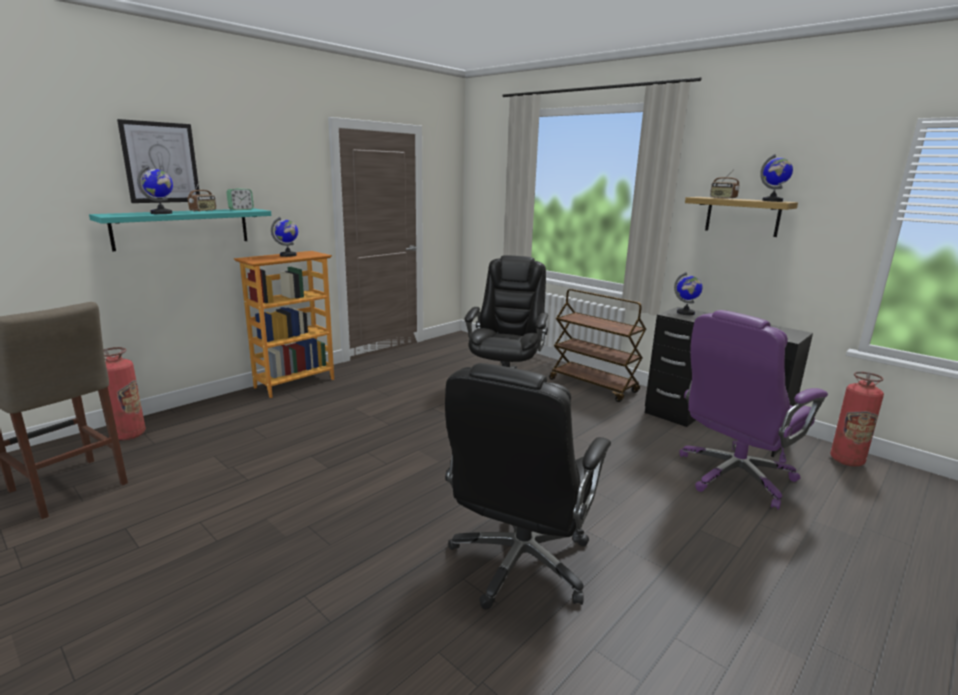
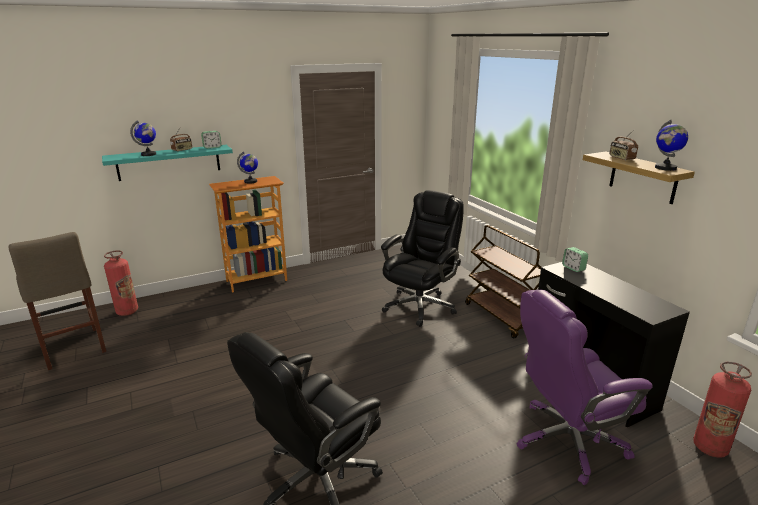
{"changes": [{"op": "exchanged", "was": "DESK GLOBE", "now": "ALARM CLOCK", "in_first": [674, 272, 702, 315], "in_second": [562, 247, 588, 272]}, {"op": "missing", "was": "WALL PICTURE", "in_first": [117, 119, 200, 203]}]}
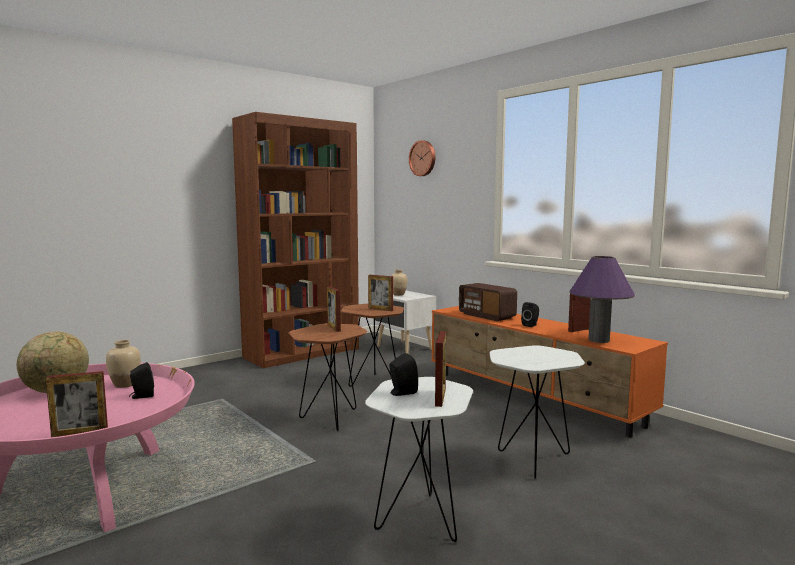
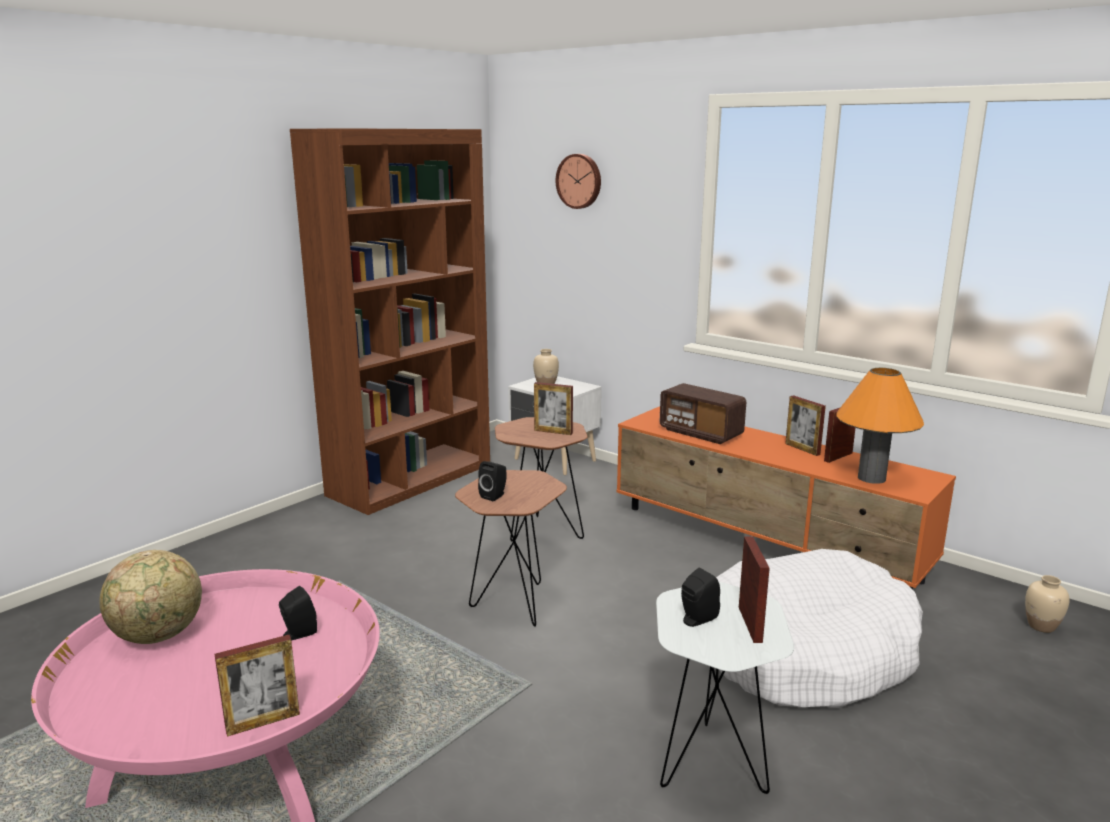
{"changes": [{"op": "relocated", "was": "BLACK-COLOURED SPEAKER", "in_first": [521, 302, 539, 327], "in_second": [478, 461, 507, 501]}, {"op": "exchanged", "was": "WHITE-COLOURED END TABLE", "now": "WHITE-COLOURED DOG CUSHION", "in_first": [490, 346, 585, 479], "in_second": [716, 549, 923, 708]}, {"op": "relocated", "was": "STANDING FRAME", "in_first": [327, 286, 341, 332], "in_second": [785, 395, 826, 456]}, {"op": "colour", "was": "PURPLE TABLETOP LAMP", "now": "ORANGE-COLOURED TABLETOP LAMP", "in_first": [569, 256, 635, 343], "in_second": [836, 368, 924, 484]}, {"op": "relocated", "was": "BEIGE-COLOURED FLOWER VASE", "in_first": [106, 340, 141, 388], "in_second": [1025, 575, 1069, 633]}]}
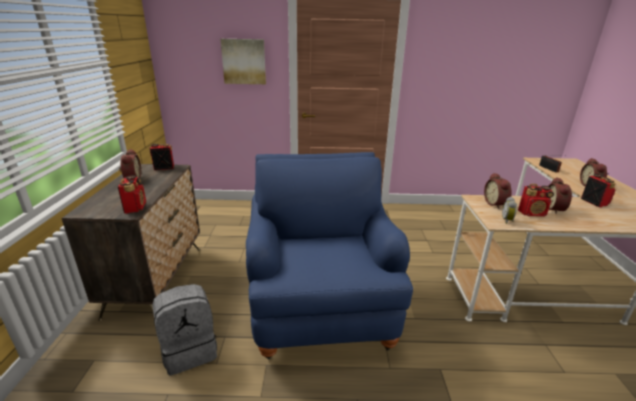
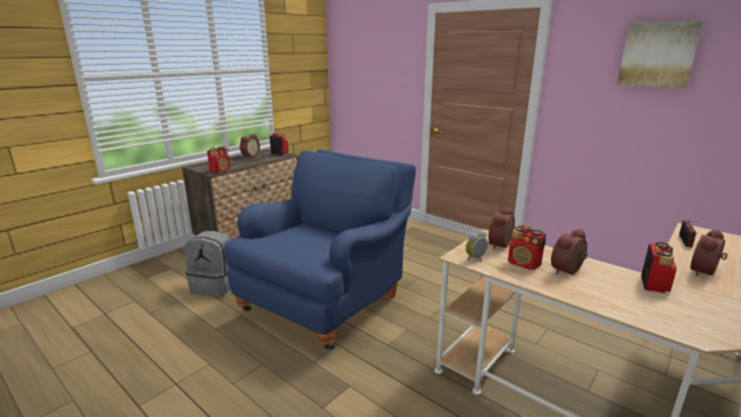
{"changes": [{"op": "relocated", "was": "WALL PICTURE", "in_first": [220, 39, 266, 84], "in_second": [617, 21, 703, 88]}]}
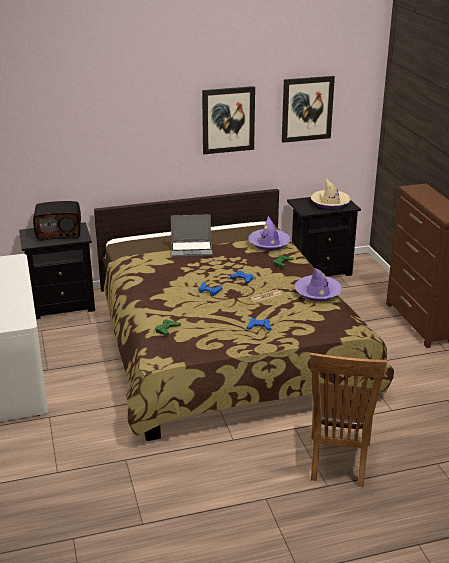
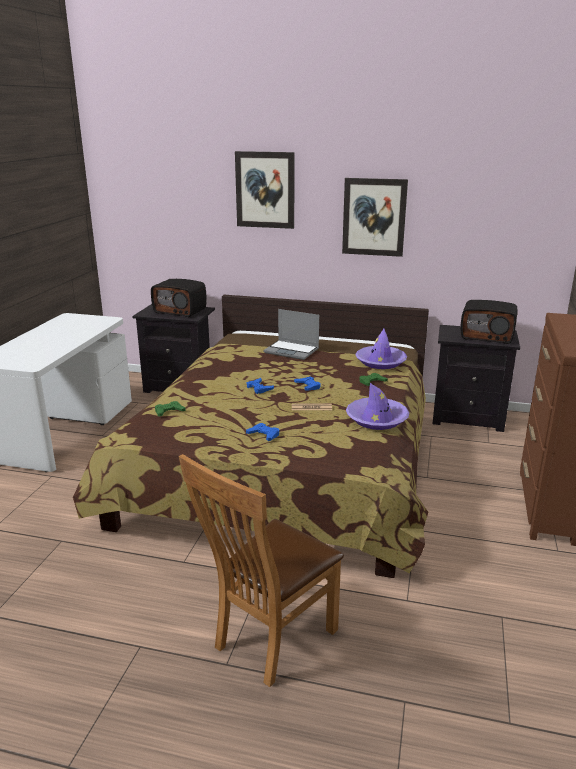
{"changes": [{"op": "relocated", "was": "WALL PICTURE", "in_first": [282, 76, 335, 143], "in_second": [235, 151, 295, 229]}, {"op": "exchanged", "was": "BEIGE-COLOURED WEARABLE HAT", "now": "RADIO RECEIVER", "in_first": [311, 179, 351, 209], "in_second": [460, 300, 517, 344]}]}
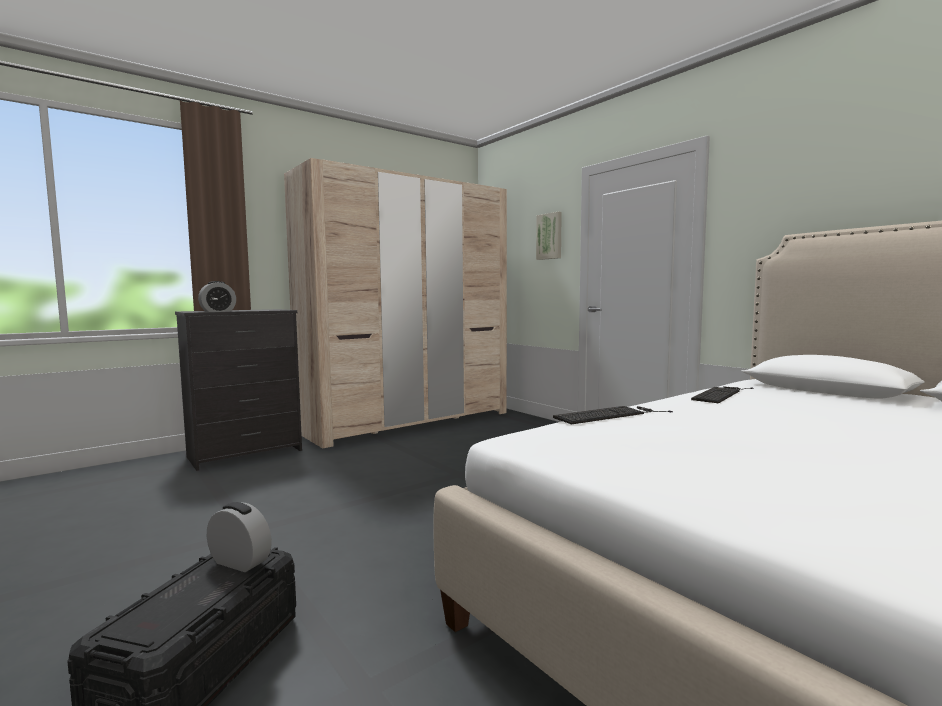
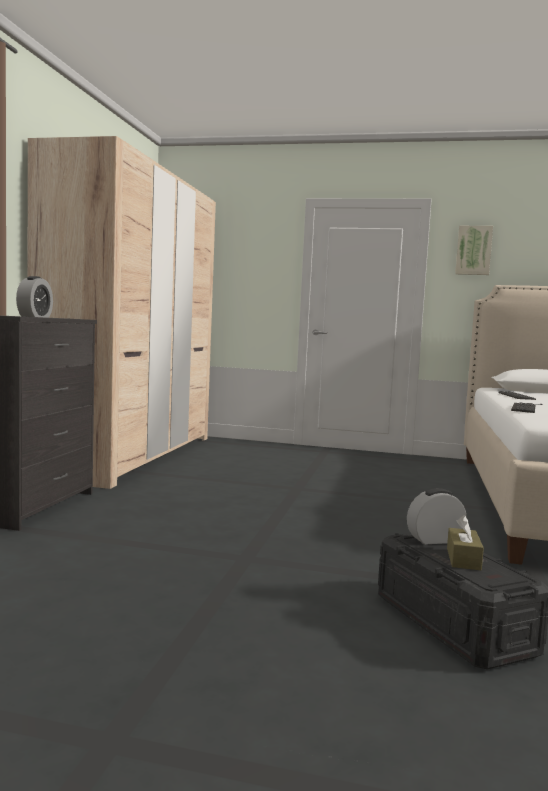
{"changes": [{"op": "appeared", "now": "BROWN TISSUE BOX", "in_second": [447, 515, 484, 570]}, {"op": "relocated", "was": "WALL PICTURE", "in_first": [536, 212, 562, 260], "in_second": [455, 226, 493, 275]}]}
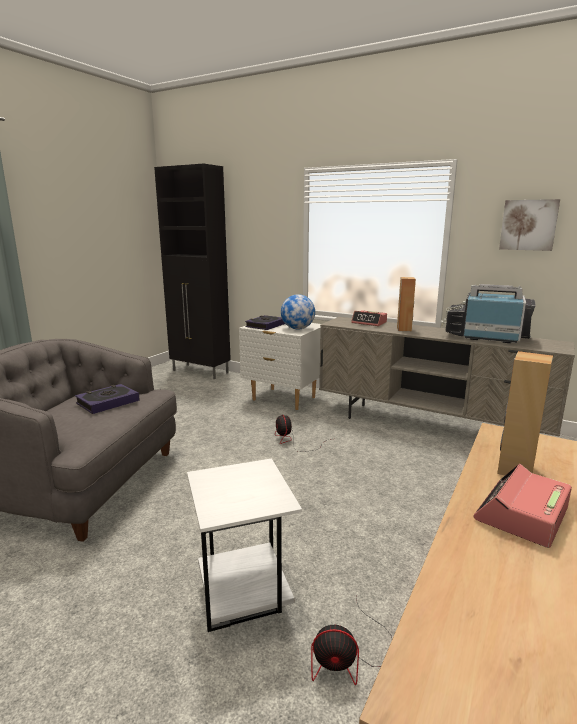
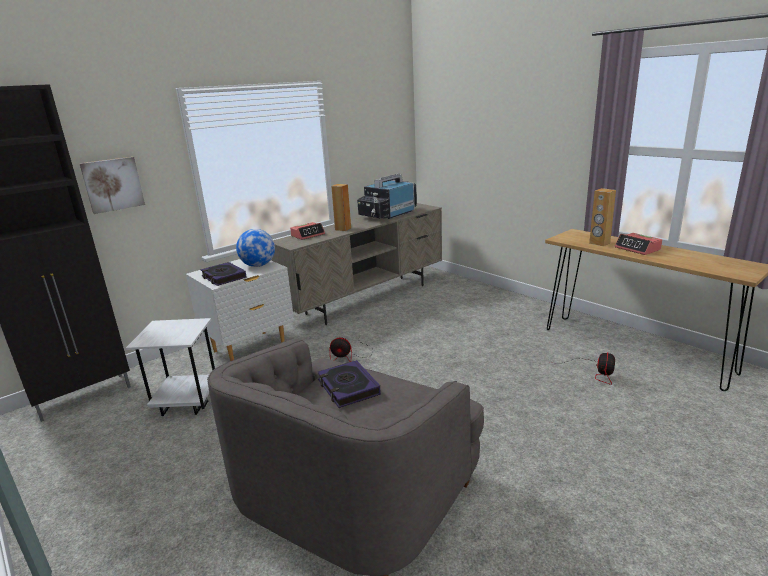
{"changes": [{"op": "relocated", "was": "WALL PICTURE", "in_first": [499, 199, 560, 251], "in_second": [79, 157, 145, 214]}, {"op": "relocated", "was": "WHITE-COLOURED END TABLE", "in_first": [187, 458, 302, 632], "in_second": [126, 318, 215, 416]}]}
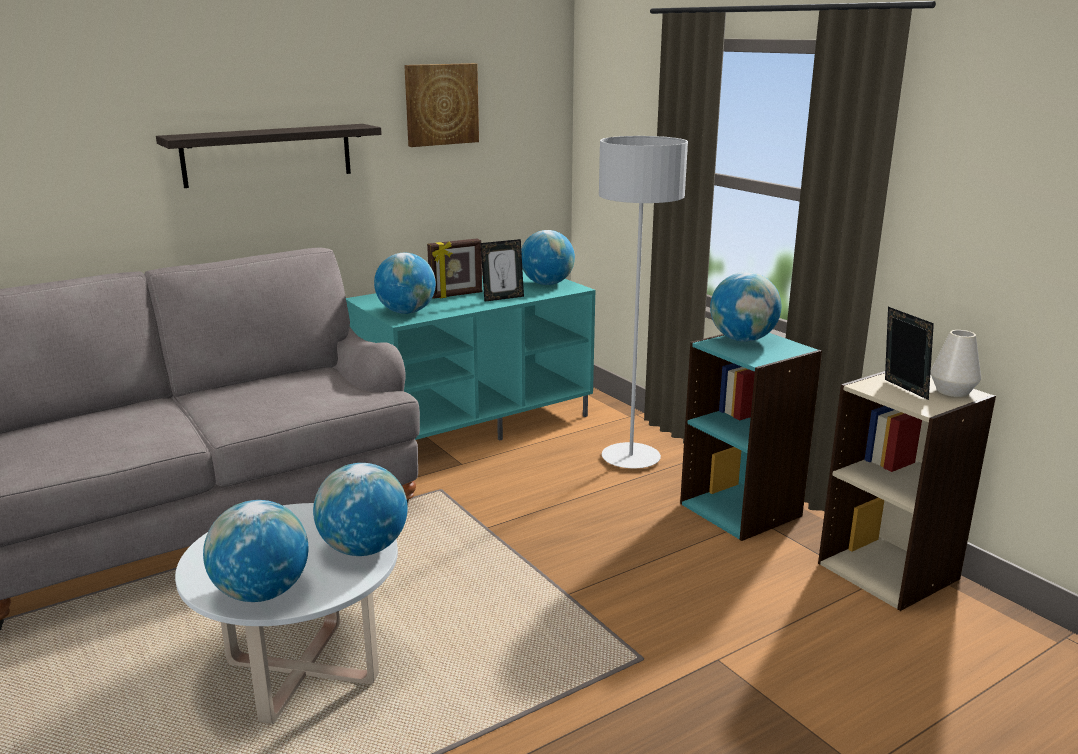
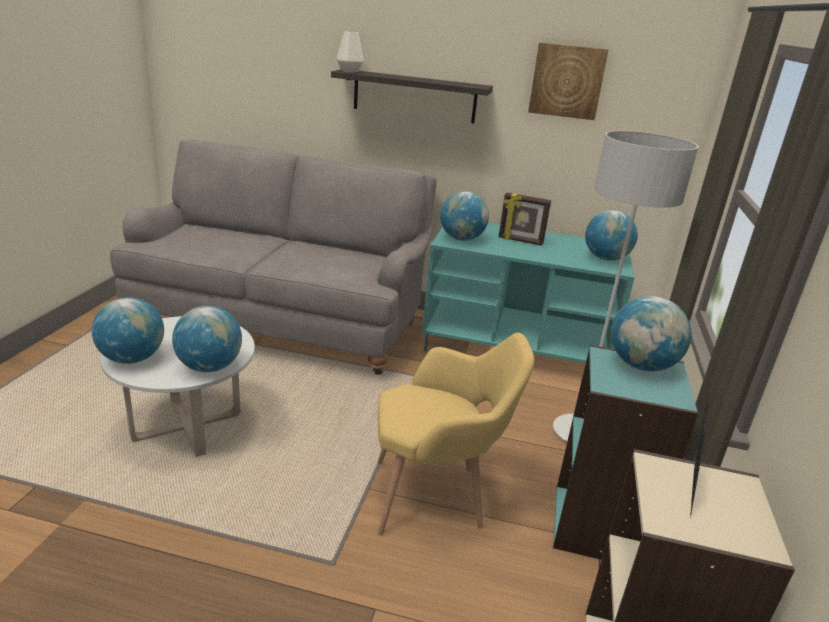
{"changes": [{"op": "relocated", "was": "WHITE-COLOURED FLOWER VASE", "in_first": [930, 330, 981, 397], "in_second": [336, 31, 364, 72]}, {"op": "appeared", "now": "YELLOW LOUNGE CHAIR", "in_second": [377, 333, 534, 535]}, {"op": "missing", "was": "STANDING FRAME", "in_first": [480, 239, 524, 302]}]}
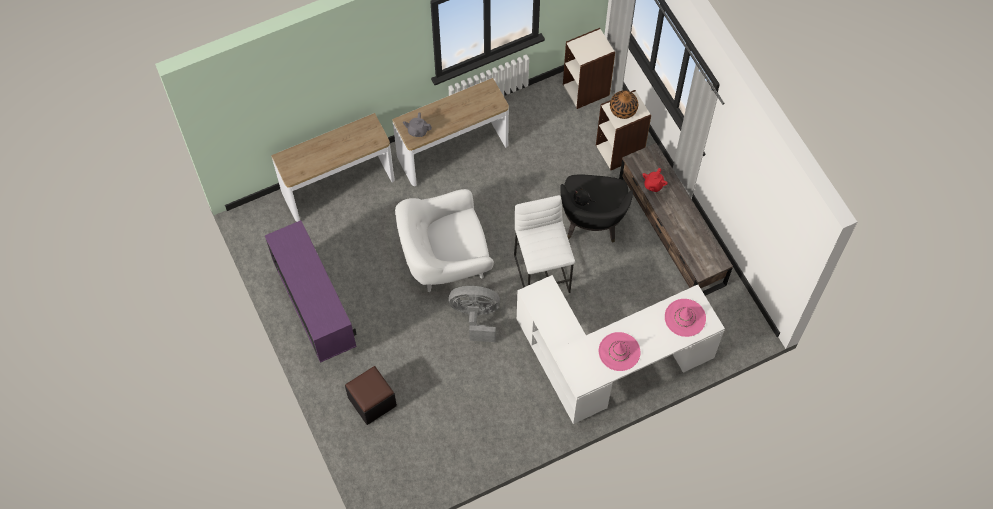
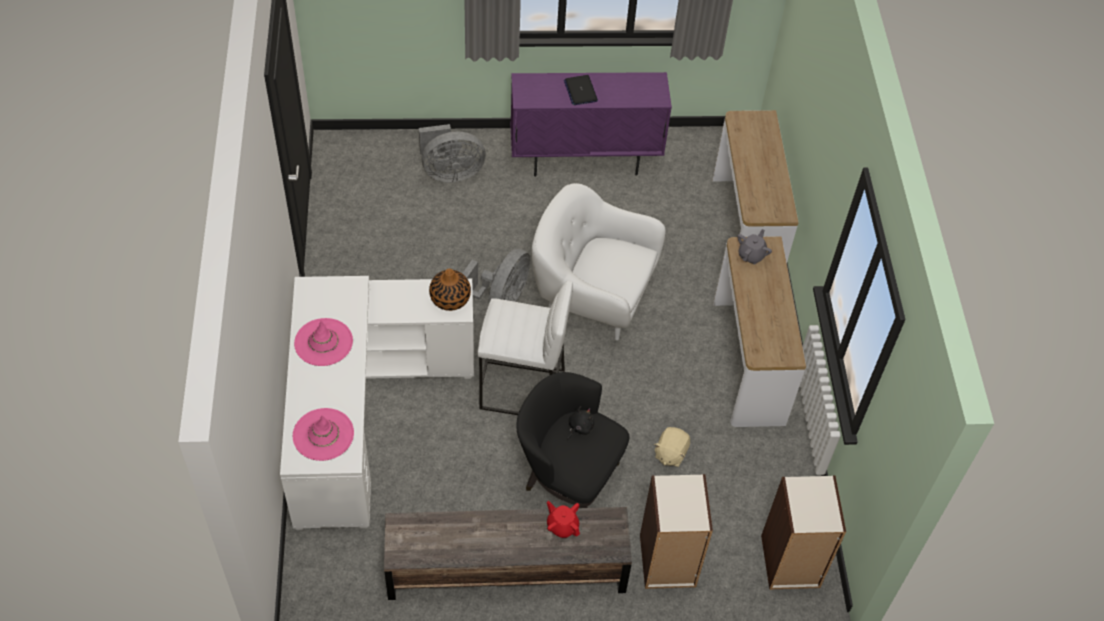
{"changes": [{"op": "exchanged", "was": "BLACK-COLOURED POUFFE", "now": "GRAY ELECTRIC FAN", "in_first": [345, 366, 397, 425], "in_second": [419, 124, 485, 182]}, {"op": "relocated", "was": "FLOWER VASE", "in_first": [610, 90, 638, 119], "in_second": [429, 269, 471, 311]}, {"op": "spun", "was": "WHITE-COLOURED LOUNGE CHAIR", "in_first": [395, 189, 494, 292], "in_second": [531, 183, 666, 340], "clockwise": -75}, {"op": "appeared", "now": "PORTABLE COMPUTER", "in_second": [564, 75, 598, 105]}, {"op": "appeared", "now": "BEIGE-COLOURED CUDDLY TOY", "in_second": [654, 427, 690, 467]}]}
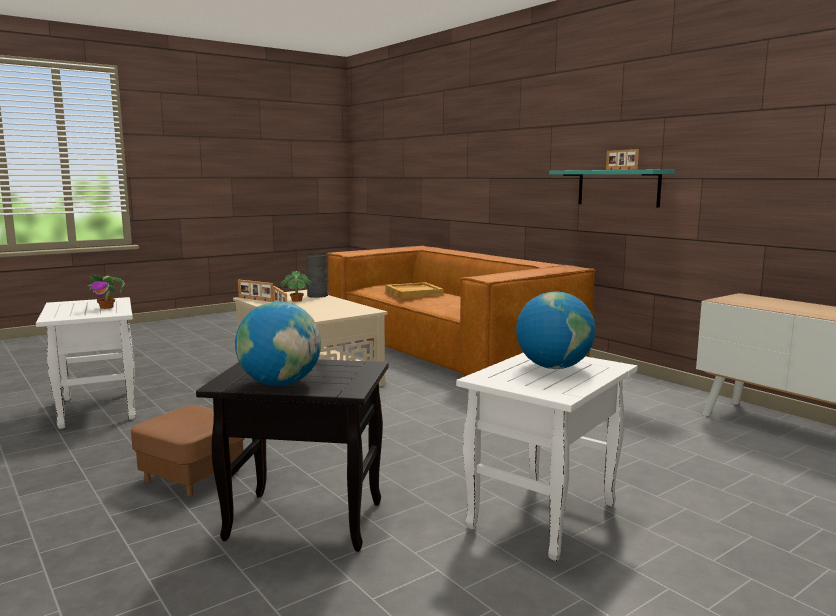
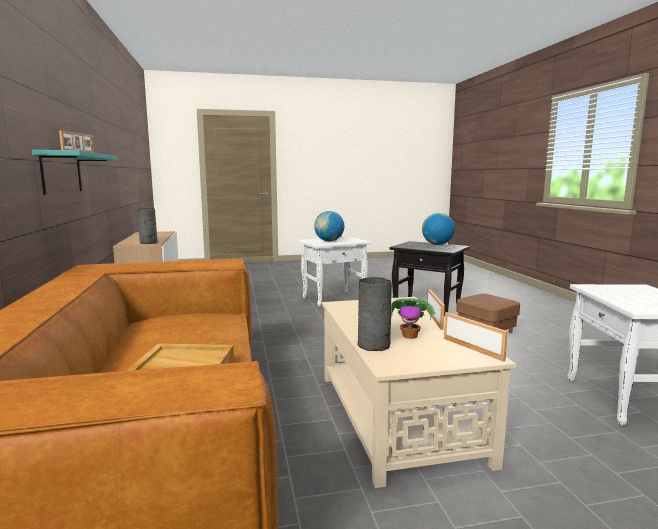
{"changes": [{"op": "appeared", "now": "GRAY FLOWER VASE", "in_second": [137, 209, 157, 244]}, {"op": "missing", "was": "PLANT IN A POT", "in_first": [88, 275, 124, 309]}]}
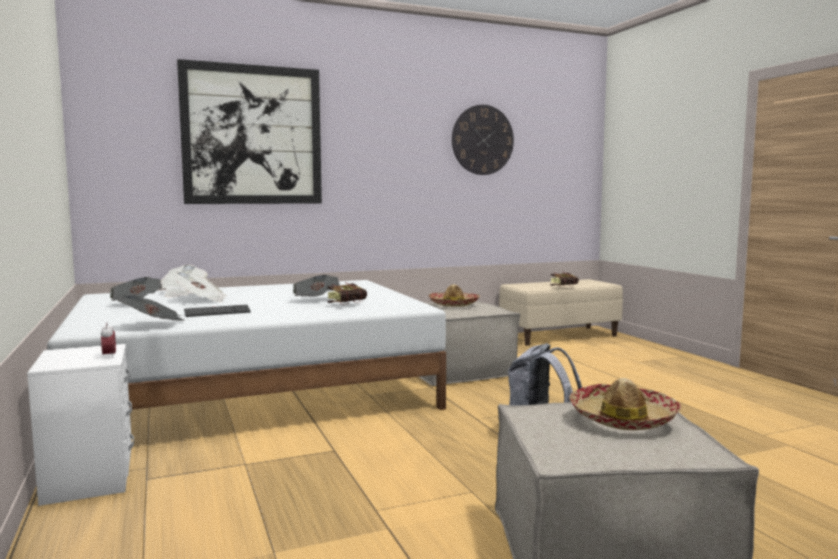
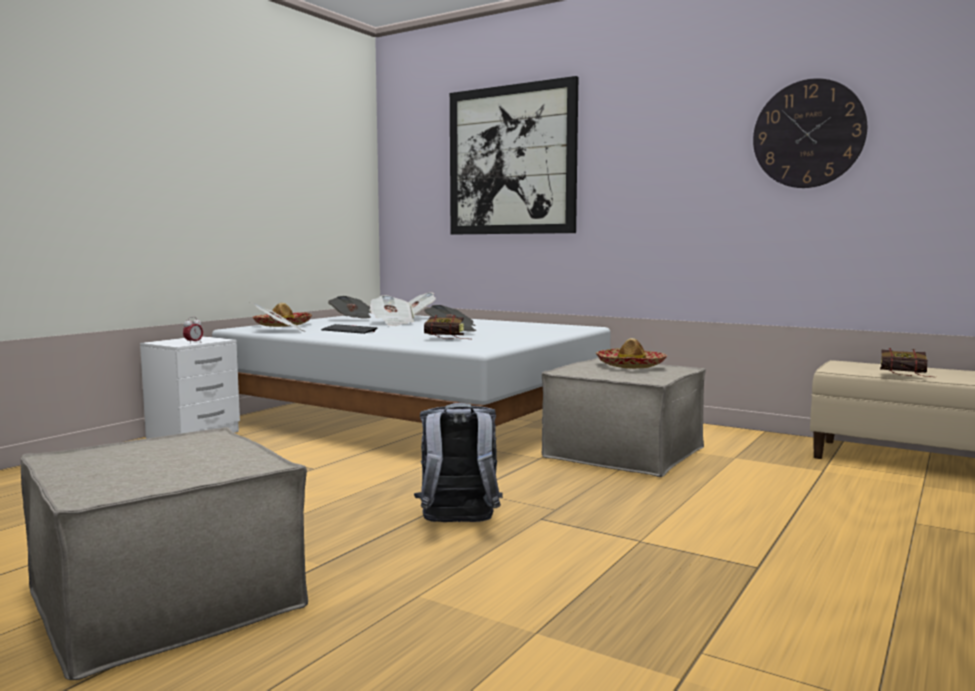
{"changes": [{"op": "relocated", "was": "WEARABLE HAT", "in_first": [569, 378, 681, 430], "in_second": [253, 303, 312, 327]}]}
